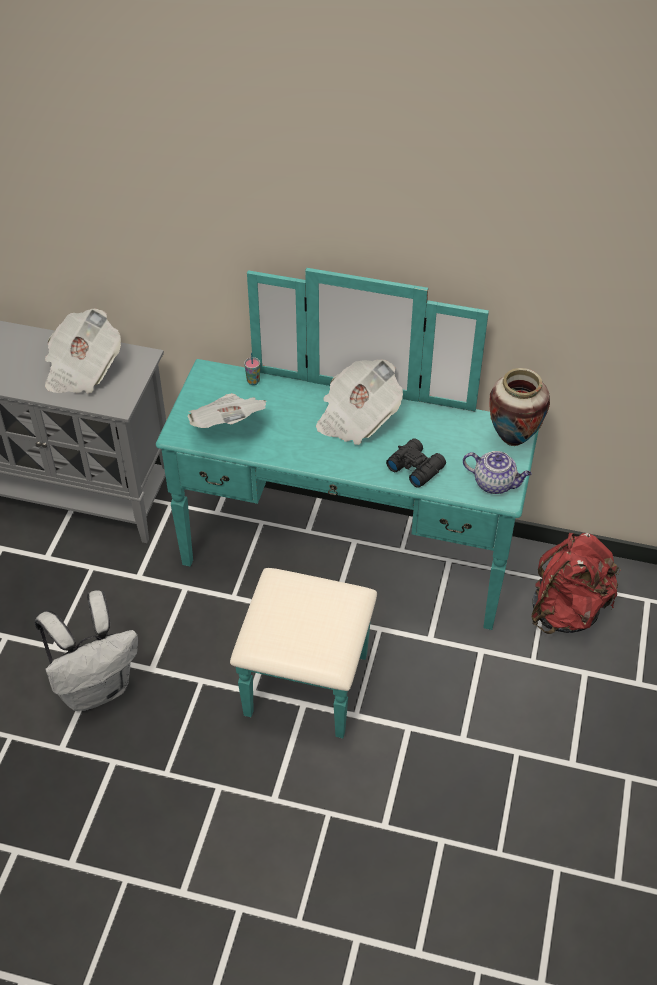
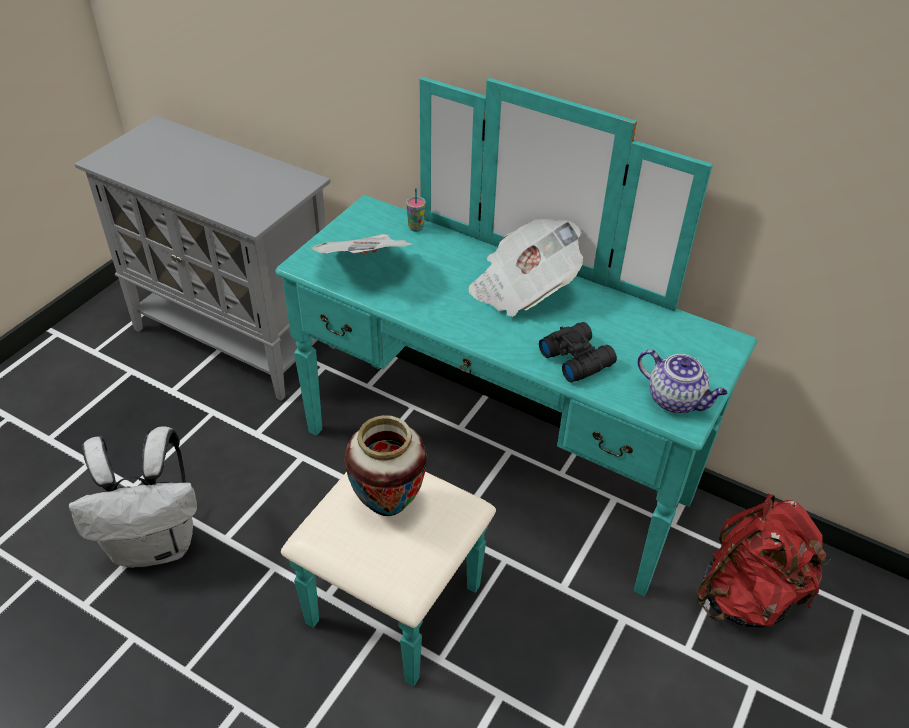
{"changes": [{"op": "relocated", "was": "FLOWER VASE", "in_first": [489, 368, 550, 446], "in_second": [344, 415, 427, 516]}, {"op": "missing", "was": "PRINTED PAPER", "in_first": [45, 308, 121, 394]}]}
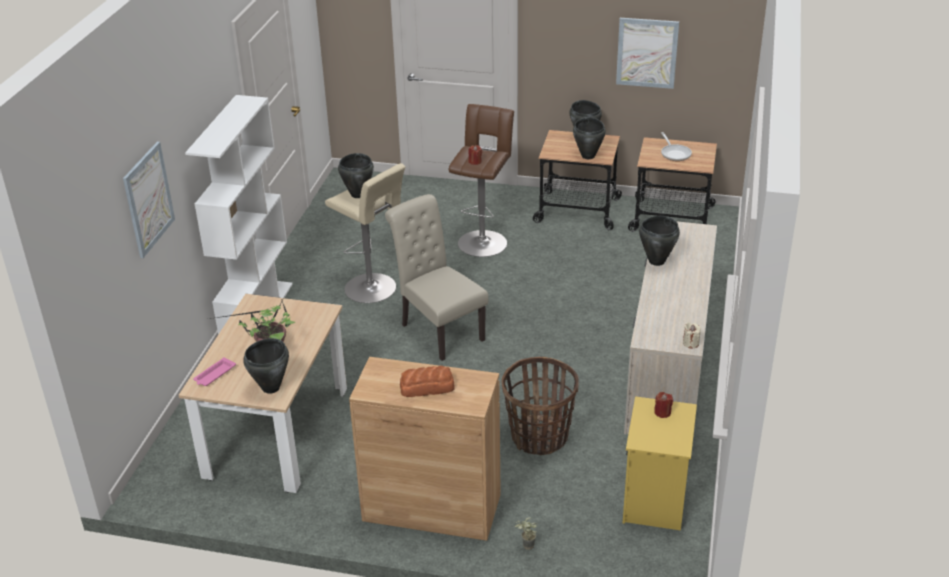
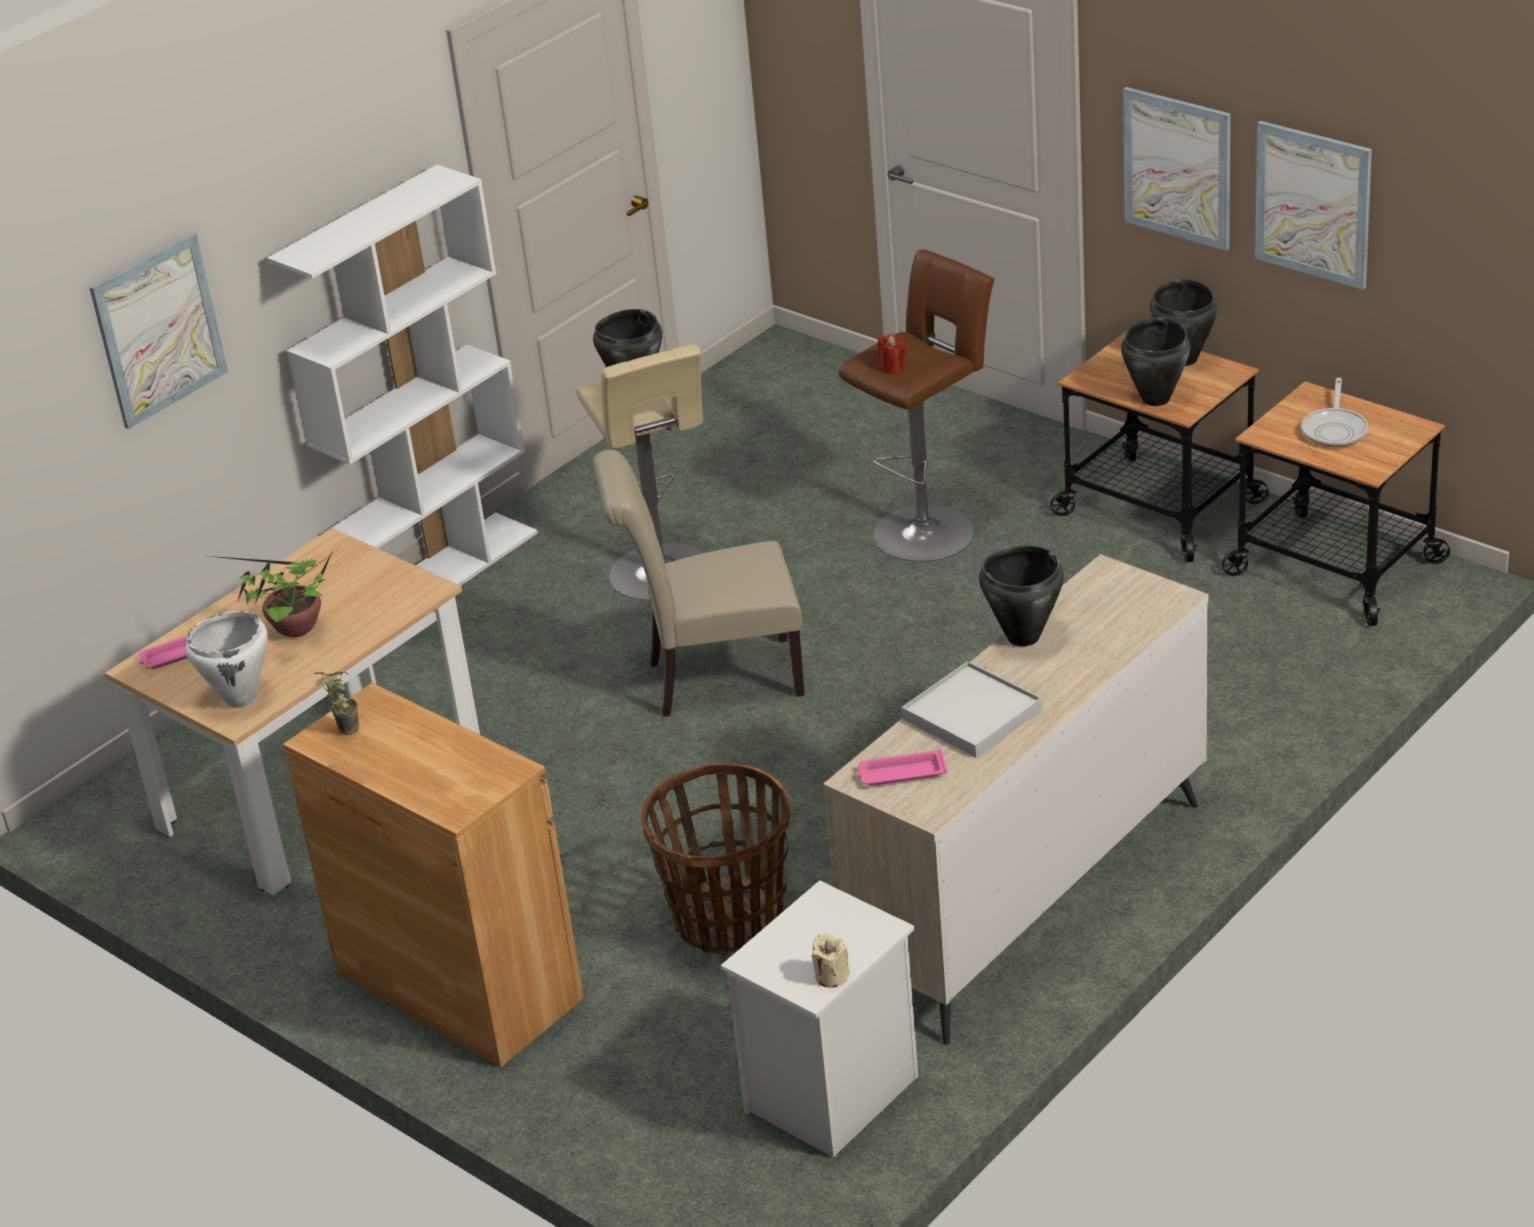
{"changes": [{"op": "colour", "was": "BLACK-COLOURED STOCKPOT", "now": "WHITE-COLOURED STOCKPOT", "in_first": [243, 338, 289, 394], "in_second": [186, 611, 268, 708]}, {"op": "relocated", "was": "PLANT IN A POT", "in_first": [515, 517, 537, 550], "in_second": [314, 671, 359, 735]}, {"op": "spun", "was": "BEIGE-COLOURED CHAIR", "in_first": [385, 194, 489, 361], "in_second": [593, 450, 805, 717], "clockwise": -90}, {"op": "colour", "was": "YELLOW BEDSIDE TABLE", "now": "WHITE-COLOURED BEDSIDE TABLE", "in_first": [623, 396, 697, 530], "in_second": [721, 880, 918, 1158]}, {"op": "relocated", "was": "BEIGE-COLOURED WAX LIGHT", "in_first": [683, 322, 701, 349], "in_second": [812, 933, 850, 988]}, {"op": "appeared", "now": "PINKISH SERVING TRAY", "in_second": [857, 749, 947, 786]}, {"op": "appeared", "now": "WHITE-COLOURED SERVING TRAY", "in_second": [902, 661, 1042, 758]}, {"op": "appeared", "now": "WALL PICTURE", "in_second": [1123, 87, 1231, 251]}, {"op": "missing", "was": "BREAD", "in_first": [400, 366, 455, 397]}, {"op": "missing", "was": "REDDISH WAX LIGHT", "in_first": [654, 392, 673, 418]}]}
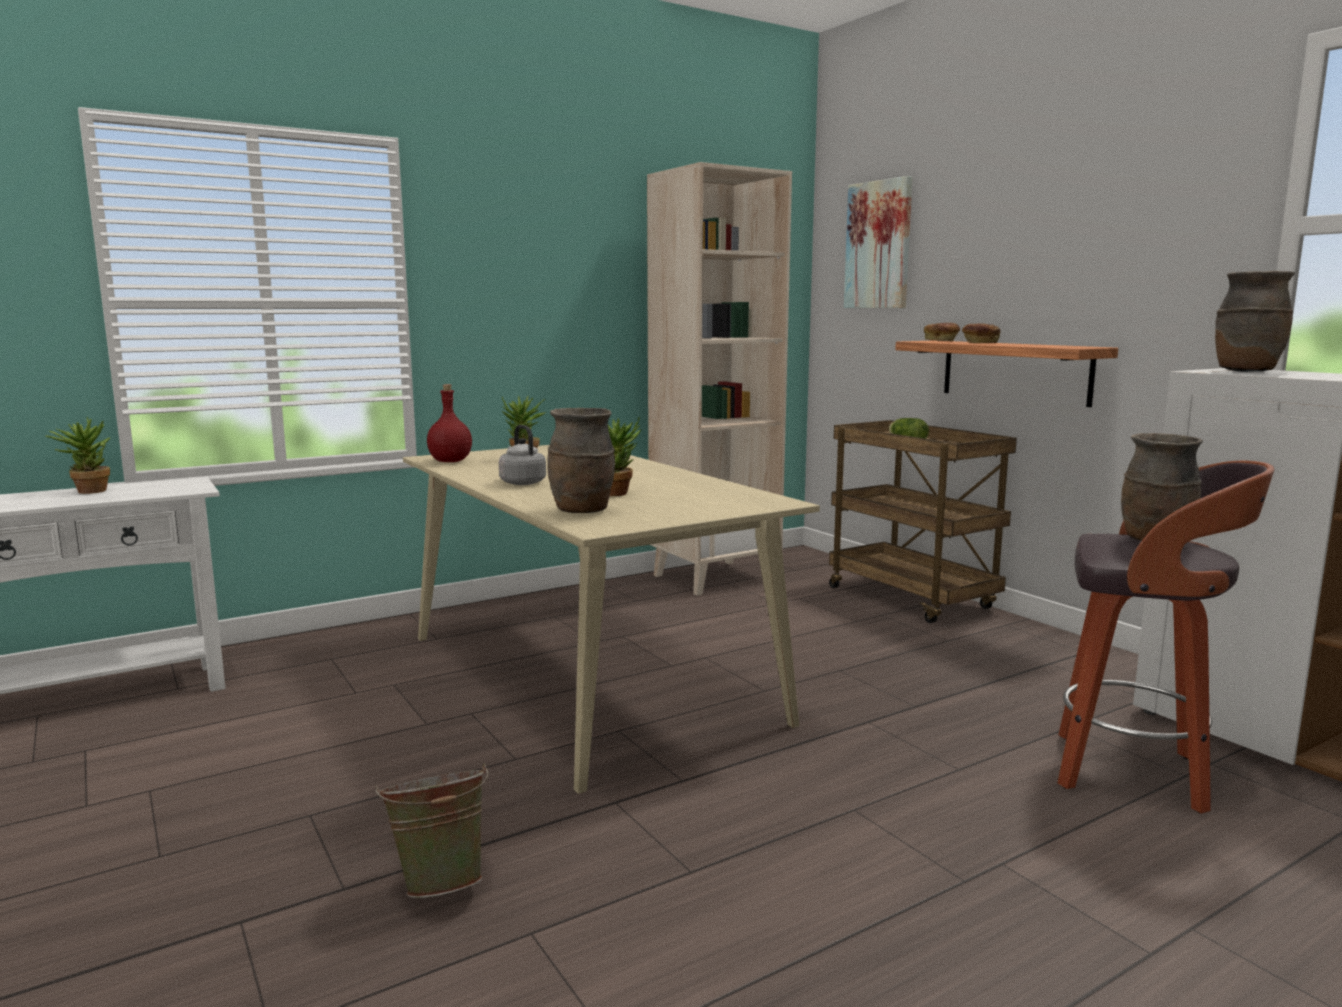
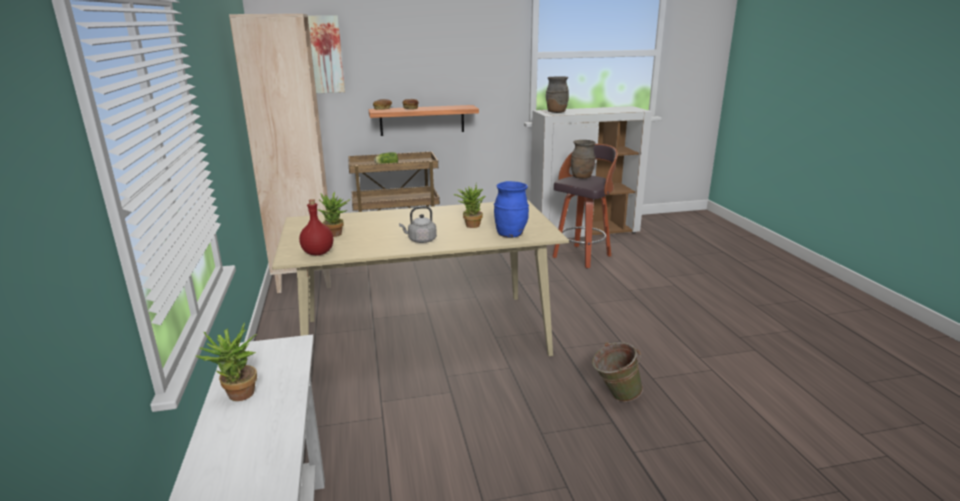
{"changes": [{"op": "colour", "was": "BROWN FLOWER VASE", "now": "BLUE FLOWER VASE", "in_first": [547, 408, 615, 513], "in_second": [494, 181, 529, 237]}]}
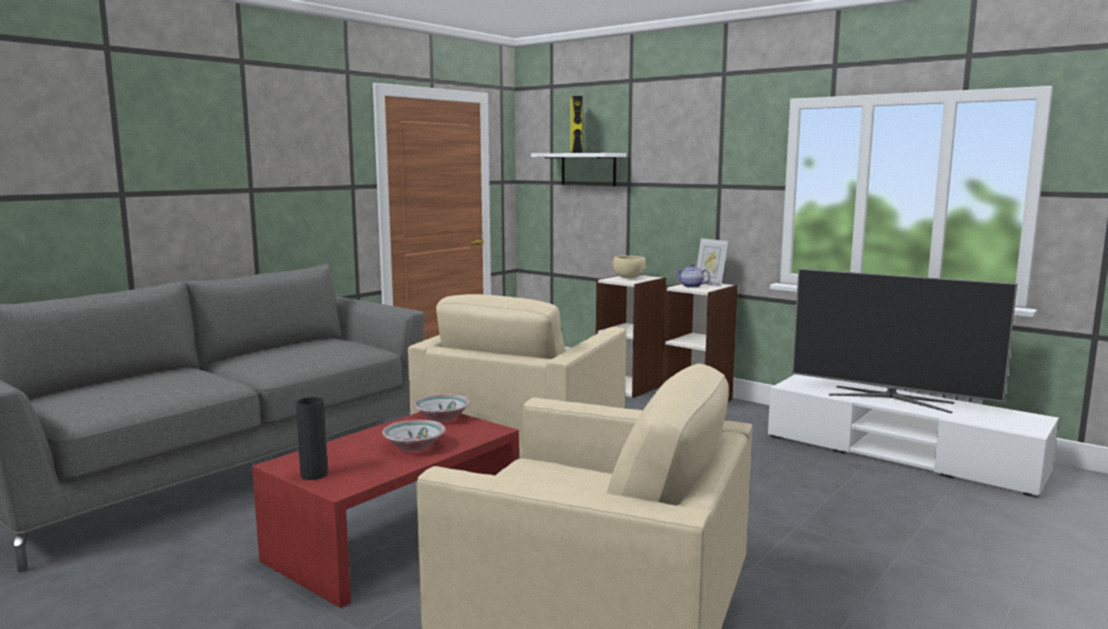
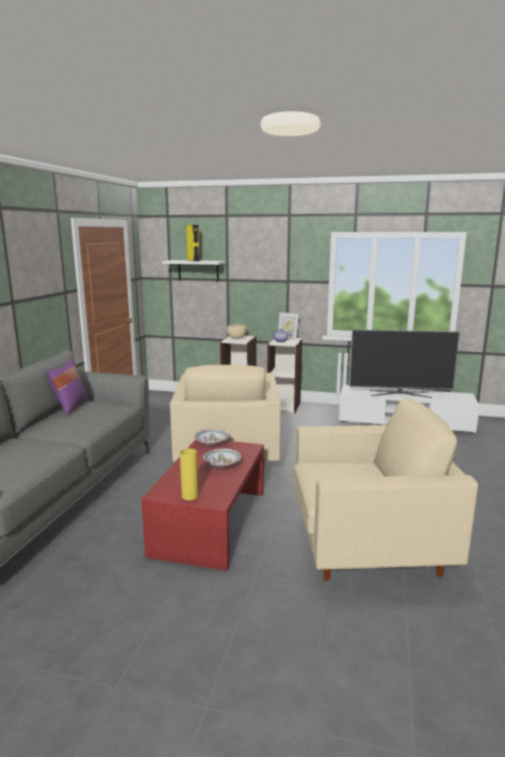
{"changes": [{"op": "appeared", "now": "PURPLE PILLOW", "in_second": [46, 359, 89, 416]}, {"op": "colour", "was": "BLACK-COLOURED FLOWER VASE", "now": "YELLOW FLOWER VASE", "in_first": [296, 397, 328, 480], "in_second": [180, 448, 198, 500]}]}
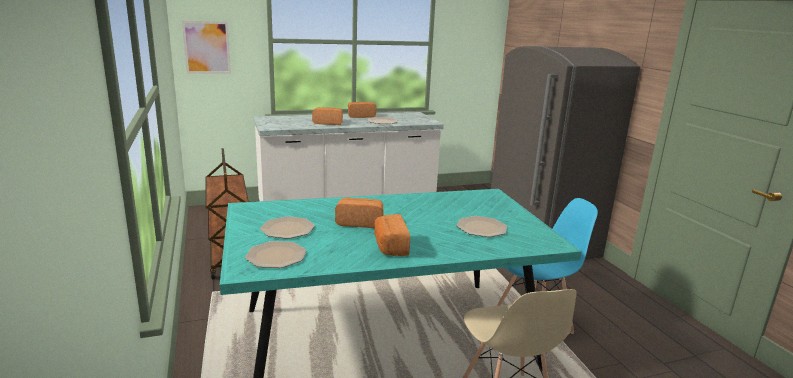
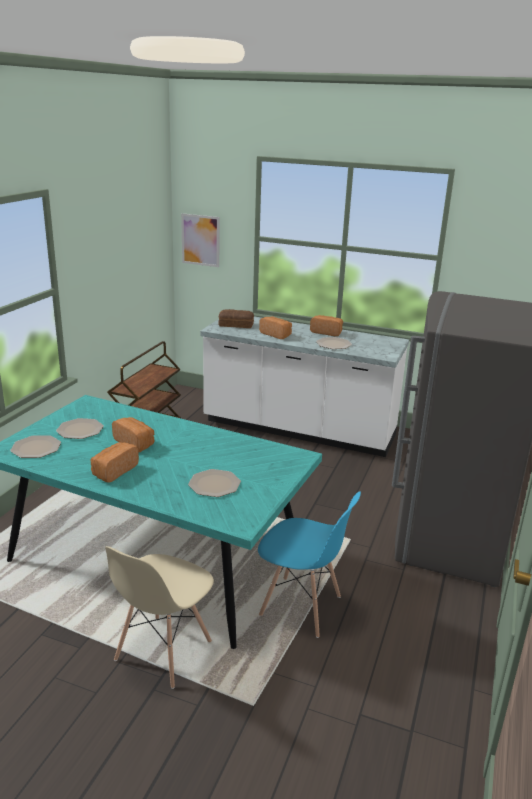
{"changes": [{"op": "appeared", "now": "BREAD", "in_second": [219, 309, 254, 328]}]}
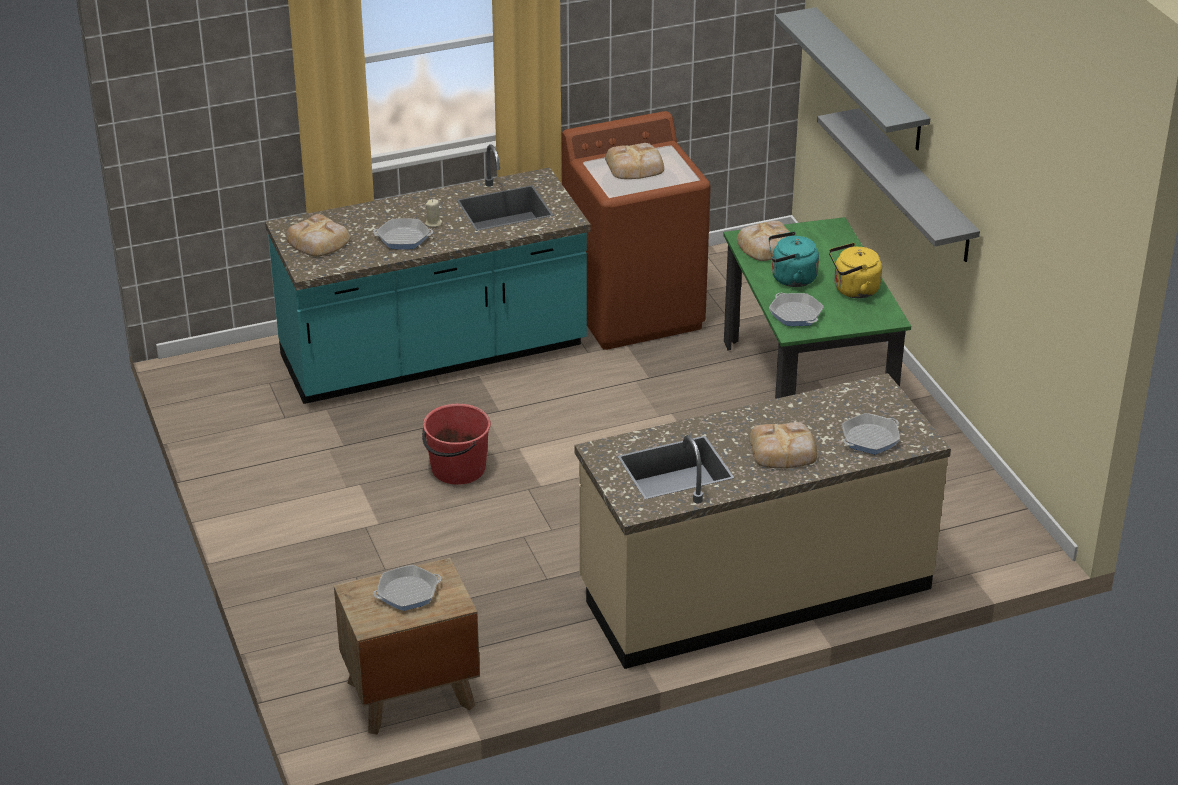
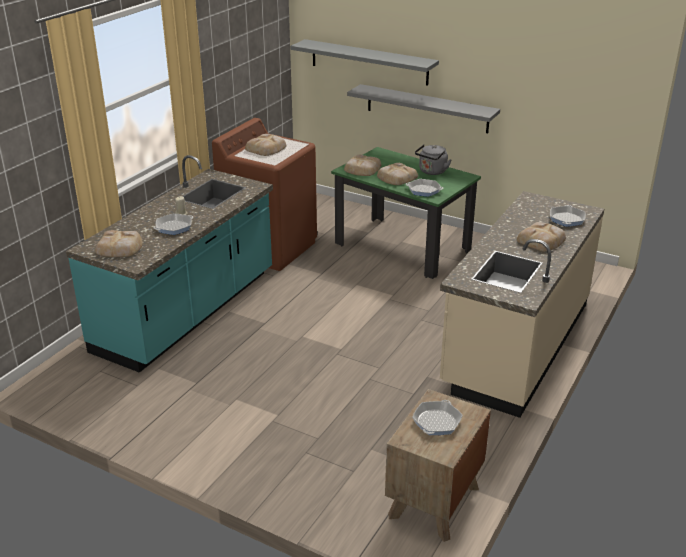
{"changes": [{"op": "exchanged", "was": "TURQUOISE WATER KETTLE", "now": "BREAD", "in_first": [769, 232, 819, 287], "in_second": [377, 163, 418, 185]}, {"op": "colour", "was": "YELLOW WATER KETTLE", "now": "GRAY WATER KETTLE", "in_first": [829, 243, 882, 298], "in_second": [415, 144, 451, 175]}, {"op": "missing", "was": "REDDISH WATER BUCKET", "in_first": [422, 404, 491, 485]}]}
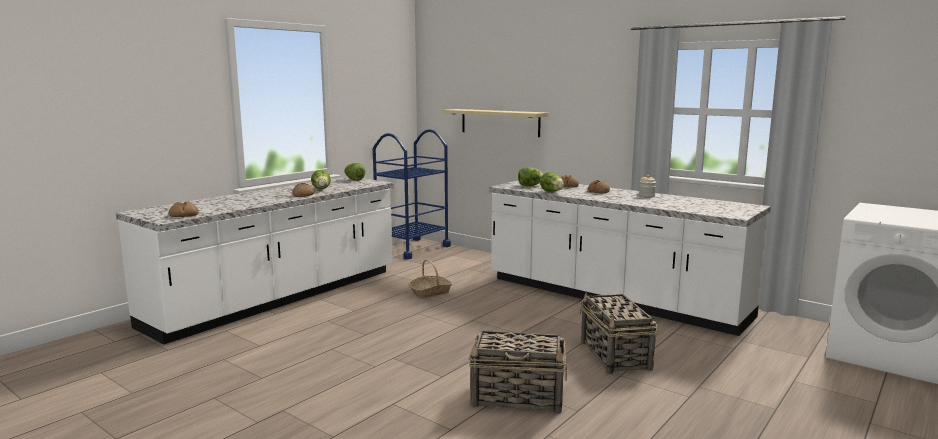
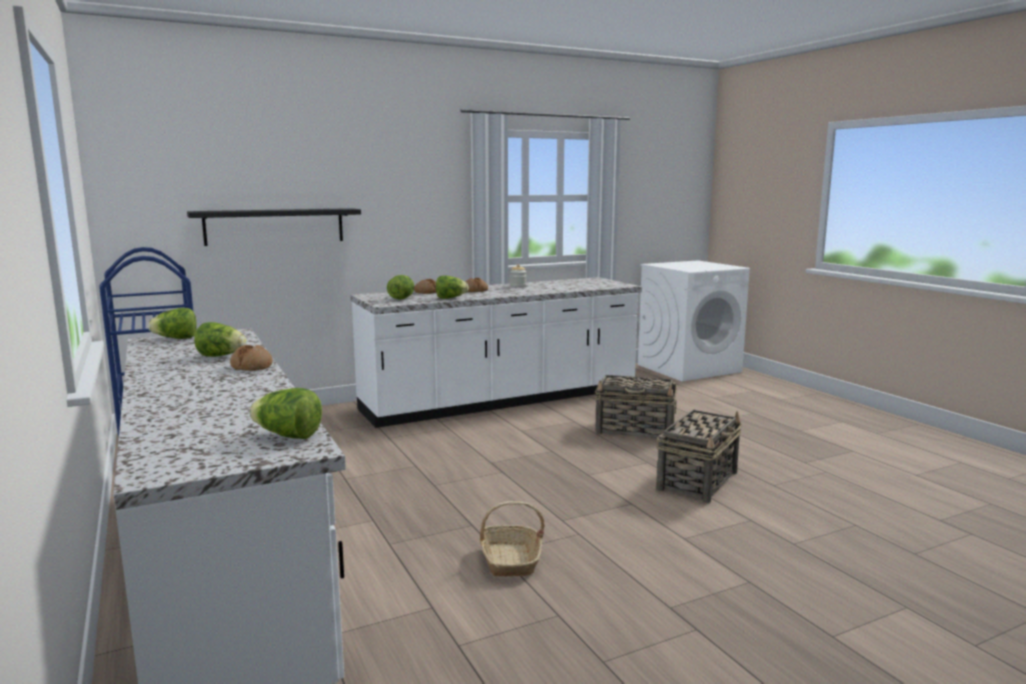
{"changes": [{"op": "colour", "was": "BEIGE-COLOURED WALL SHELF", "now": "BLACK-COLOURED WALL SHELF", "in_first": [442, 109, 549, 137], "in_second": [187, 208, 361, 246]}, {"op": "exchanged", "was": "BREAD", "now": "LETTUCE HEAD", "in_first": [169, 201, 199, 217], "in_second": [249, 388, 322, 439]}, {"op": "relocated", "was": "HOUSEHOLD BASKET", "in_first": [409, 259, 452, 298], "in_second": [480, 501, 545, 577]}]}
